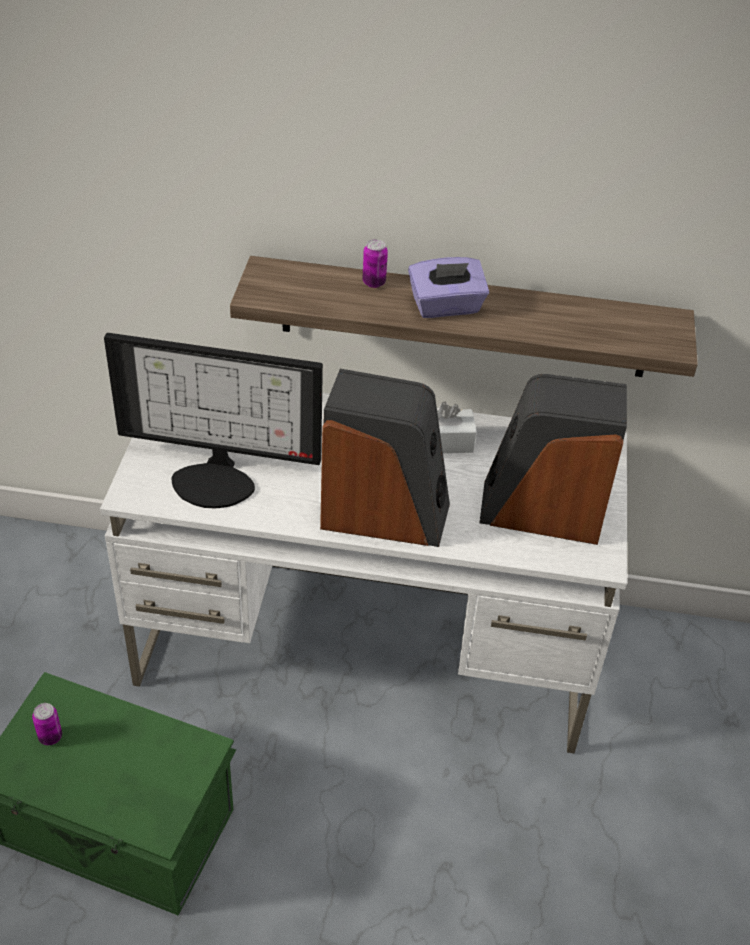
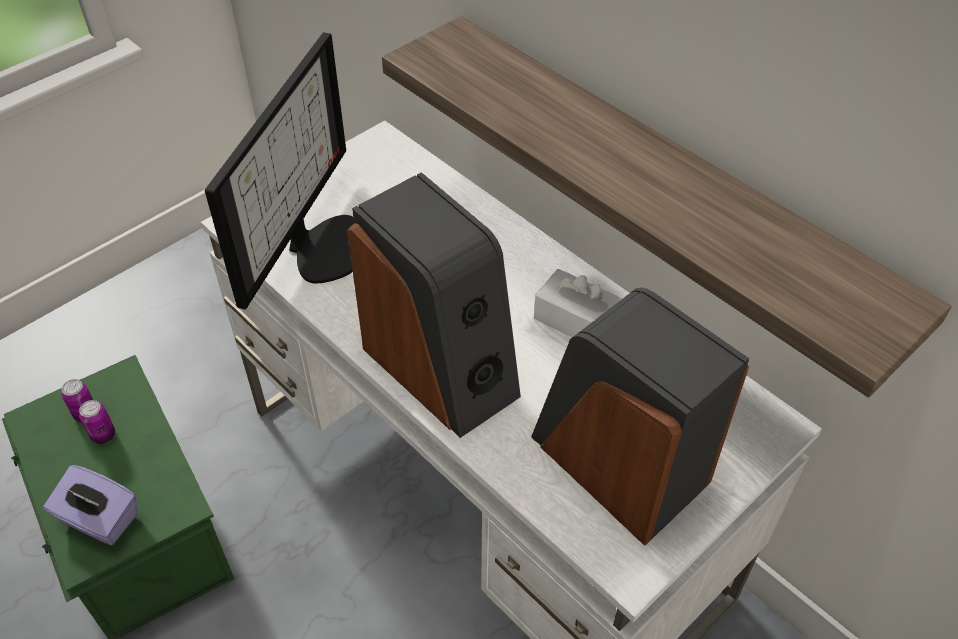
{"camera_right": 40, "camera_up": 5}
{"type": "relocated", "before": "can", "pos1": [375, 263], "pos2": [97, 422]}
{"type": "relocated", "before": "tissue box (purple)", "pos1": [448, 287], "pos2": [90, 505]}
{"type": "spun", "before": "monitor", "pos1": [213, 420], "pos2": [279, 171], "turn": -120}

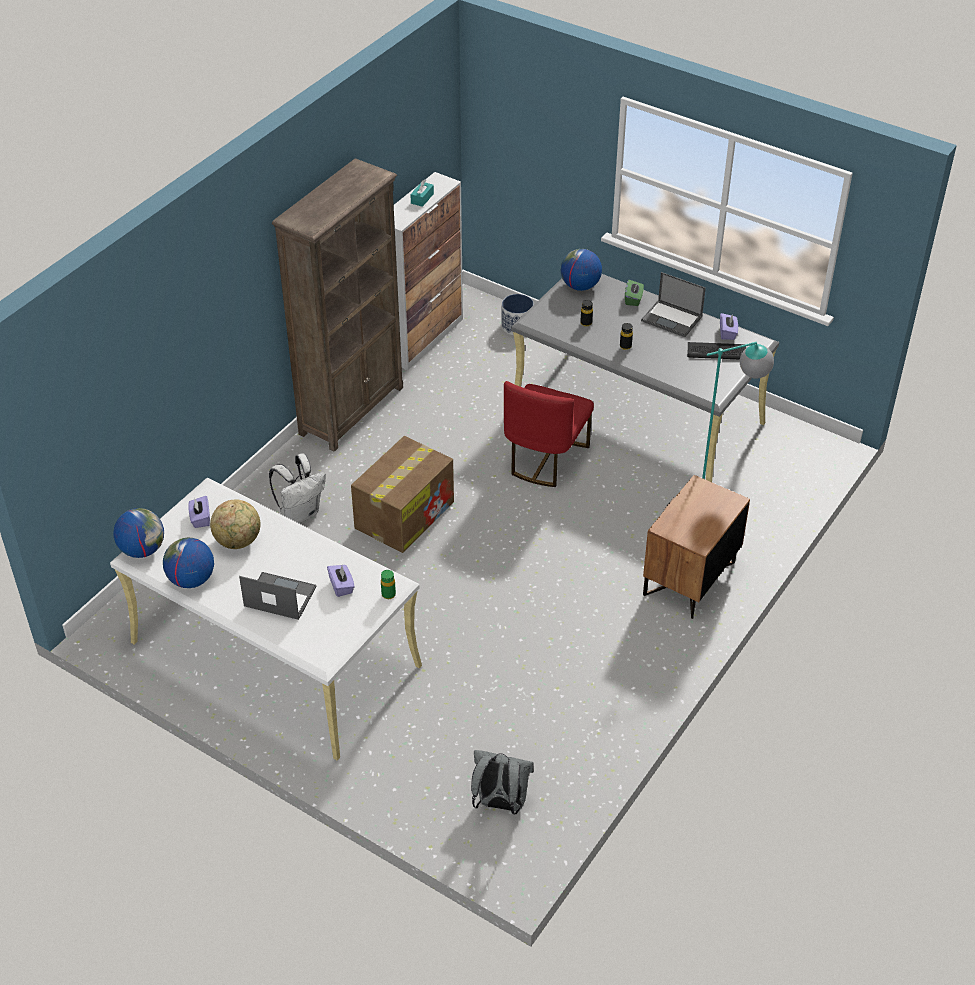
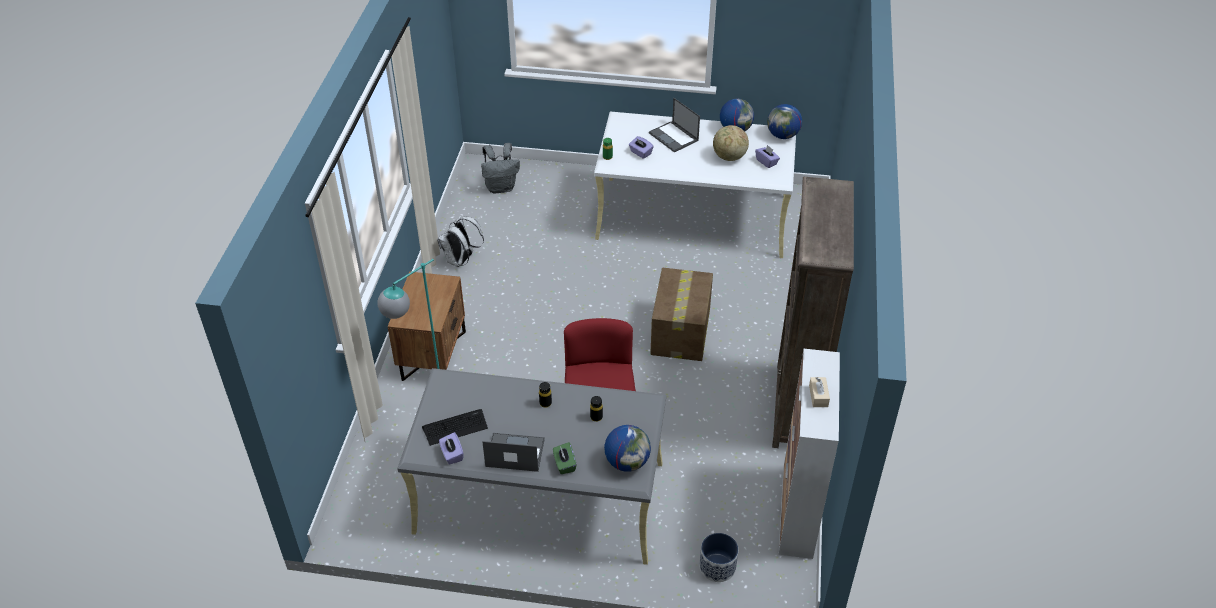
{"camera_right": 155, "camera_up": 0}
{"type": "relocated", "before": "backpack (white)", "pos1": [297, 488], "pos2": [460, 241]}
{"type": "colour", "before": "tissue box (turquoise)", "after": "tissue box (beige)", "pos1": [422, 193], "pos2": [819, 392]}
{"type": "spun", "before": "laptop", "pos1": [277, 596], "pos2": [674, 125], "turn": 60}

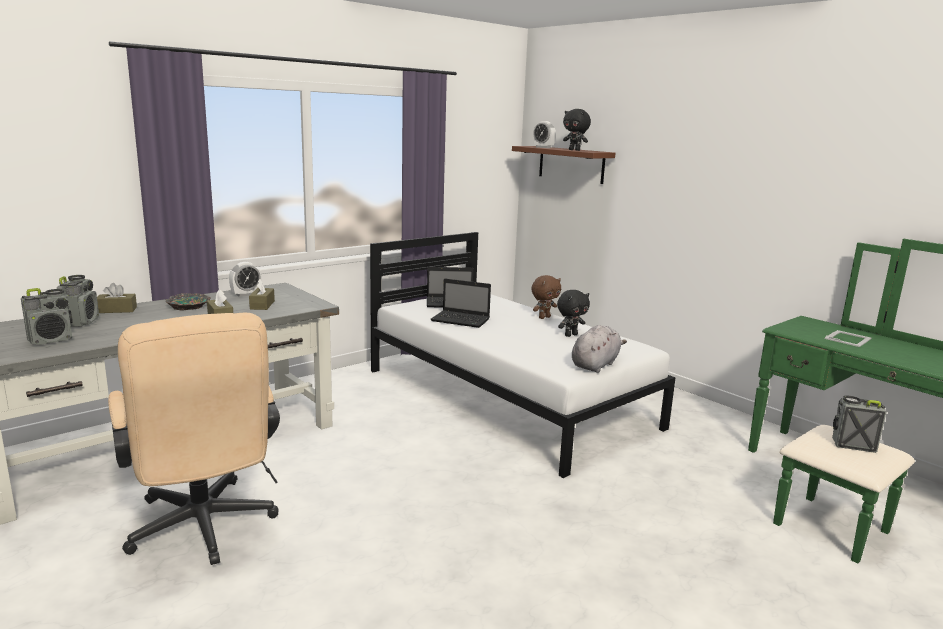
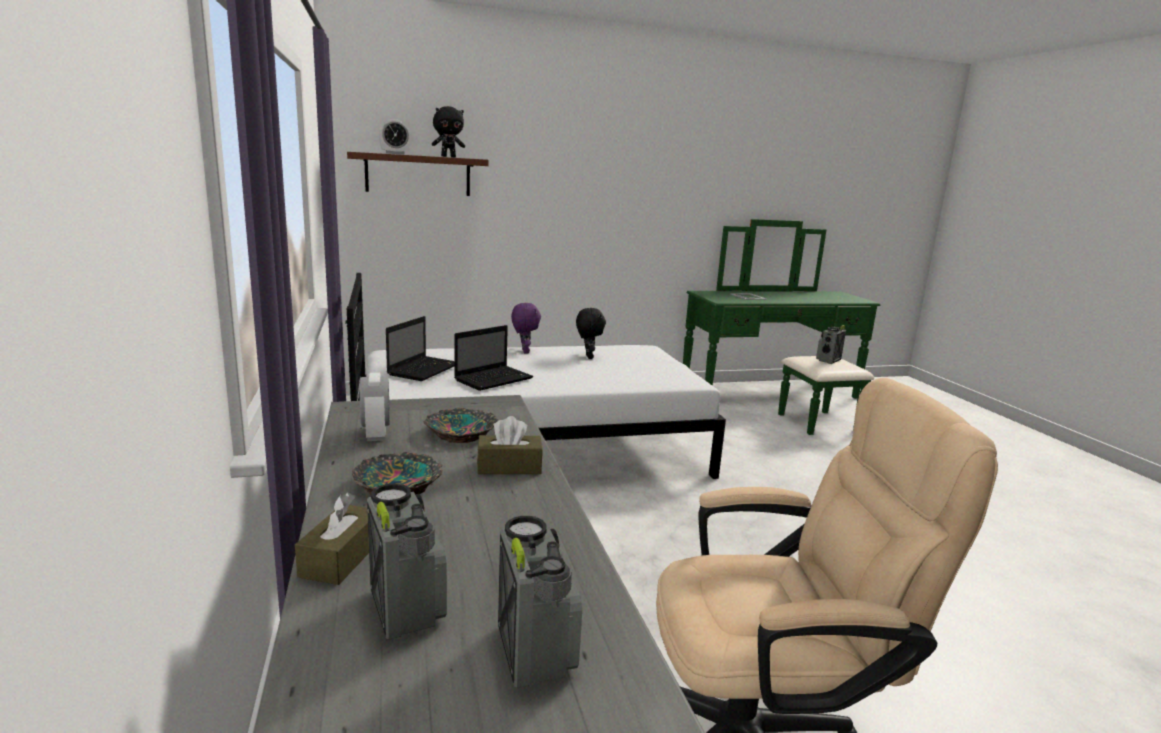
{"camera_right": -65, "camera_up": 0}
{"type": "missing", "before": "plush toy (grey)", "pos1": [599, 349]}
{"type": "exchanged", "before": "tissue box (brown)", "after": "bowl", "pos1": [262, 294], "pos2": [461, 425]}
{"type": "colour", "before": "plush toy (brown)", "after": "plush toy (purple)", "pos1": [546, 297], "pos2": [526, 328]}
{"type": "spun", "before": "radio", "pos1": [78, 301], "pos2": [407, 561], "turn": 45}

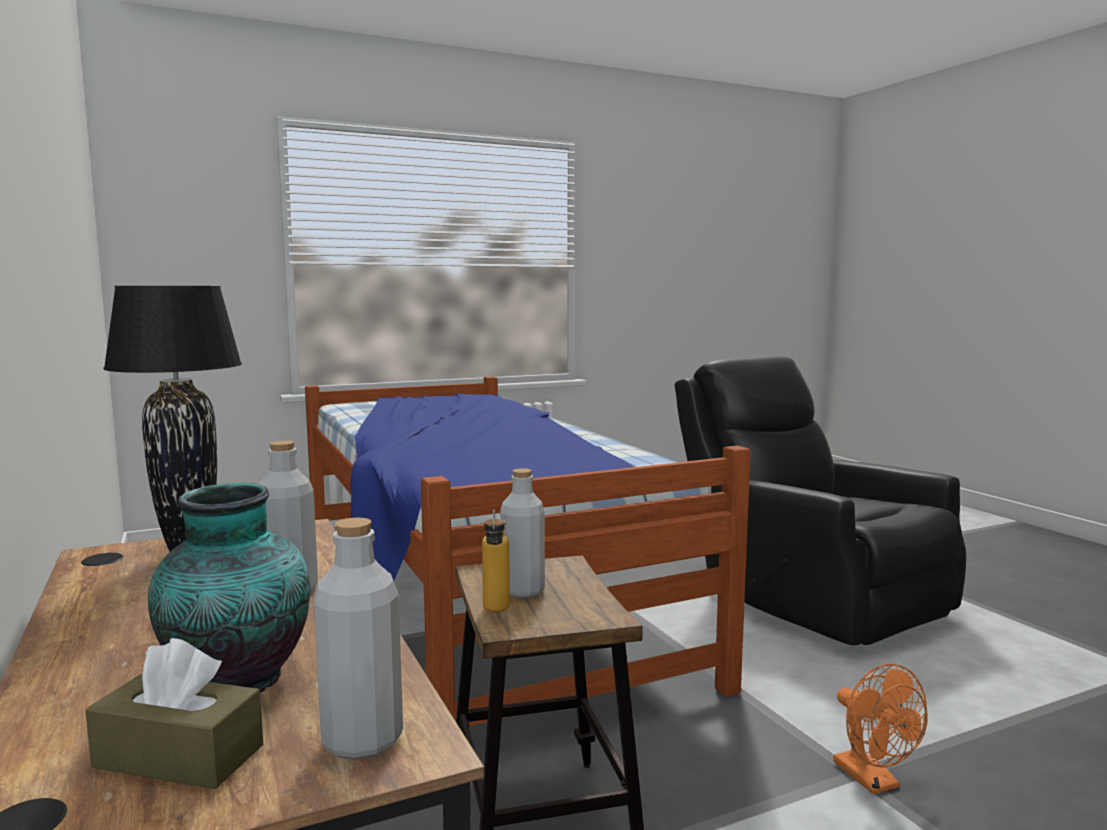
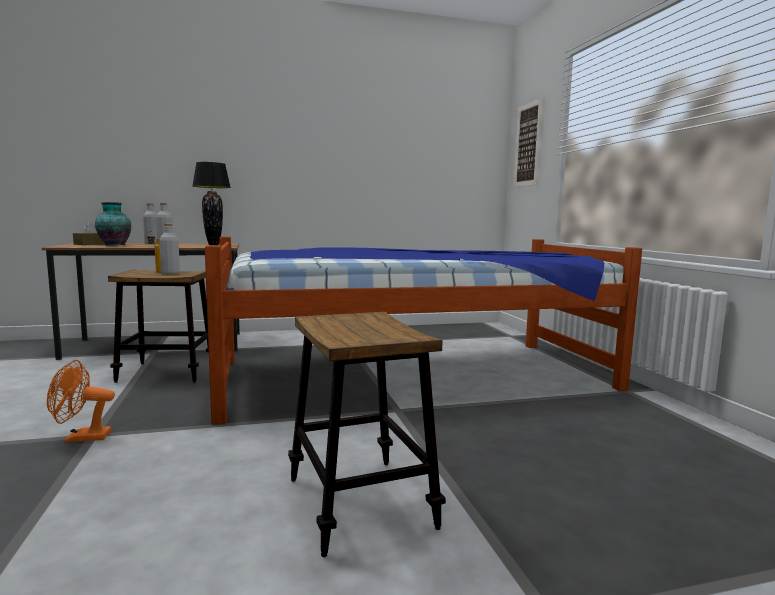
{"camera_right": 100, "camera_up": 0}
{"type": "appeared", "after": "picture", "pos2": [528, 142]}
{"type": "relocated", "before": "bottle (grey)", "pos1": [358, 638], "pos2": [150, 223]}
{"type": "exchanged", "before": "armchair (black)", "after": "stool", "pos1": [820, 500], "pos2": [367, 434]}

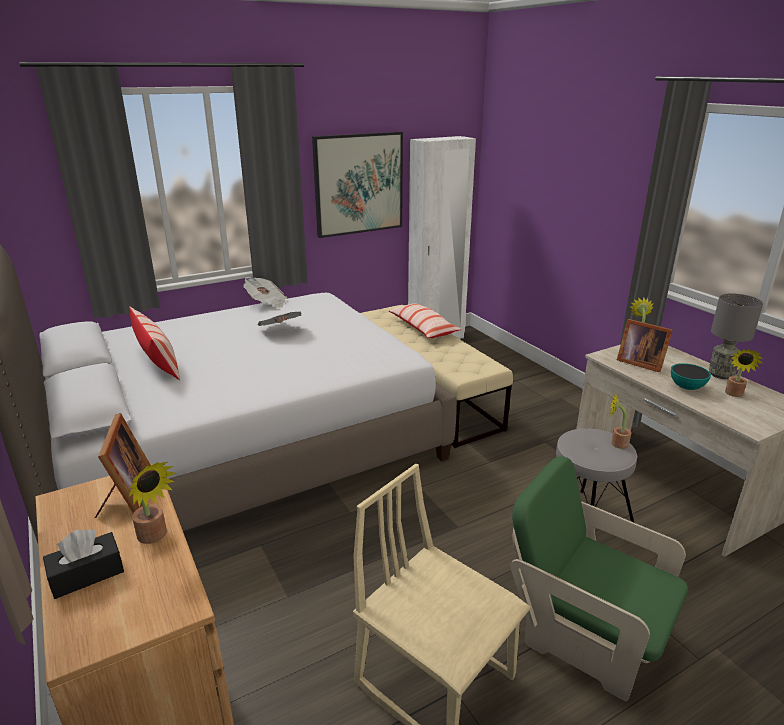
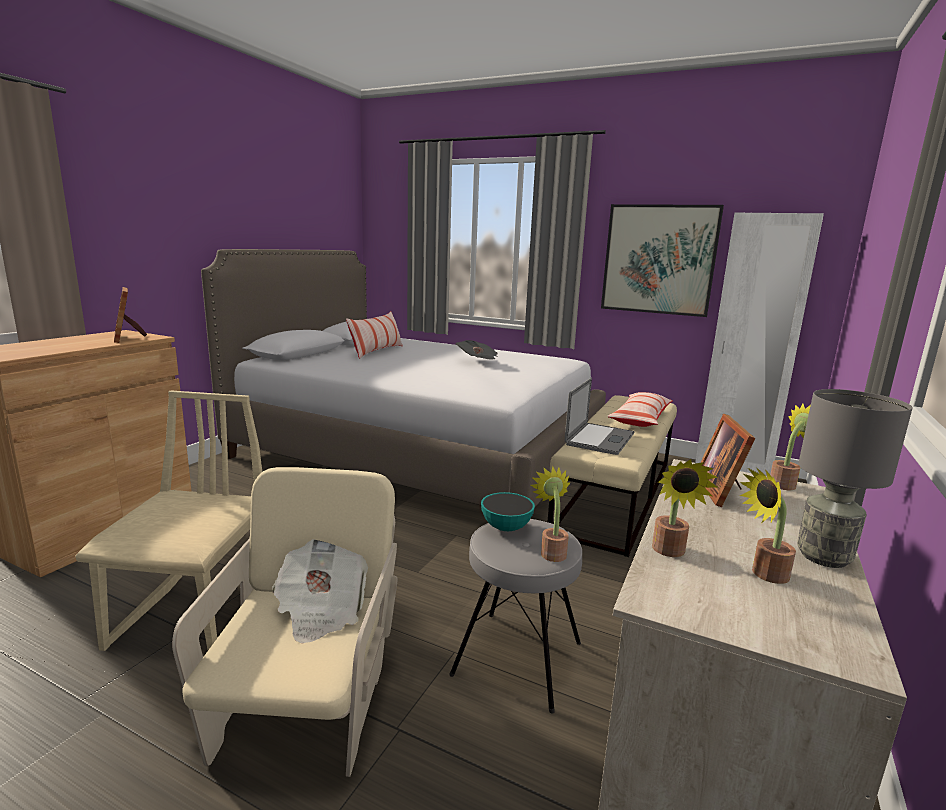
{"camera_right": 55, "camera_up": -10}
{"type": "missing", "before": "tissue box (black)", "pos1": [83, 564]}
{"type": "appeared", "after": "laptop", "pos2": [600, 416]}
{"type": "relocated", "before": "potted plant", "pos1": [152, 503], "pos2": [684, 508]}
{"type": "relocated", "before": "newspaper", "pos1": [265, 292], "pos2": [320, 591]}
{"type": "relocated", "before": "bowl", "pos1": [691, 376], "pos2": [508, 511]}
{"type": "colour", "before": "armchair (green)", "after": "armchair (beige)", "pos1": [599, 579], "pos2": [285, 622]}
{"type": "spun", "before": "picture frame", "pos1": [123, 465], "pos2": [130, 315], "turn": 105}

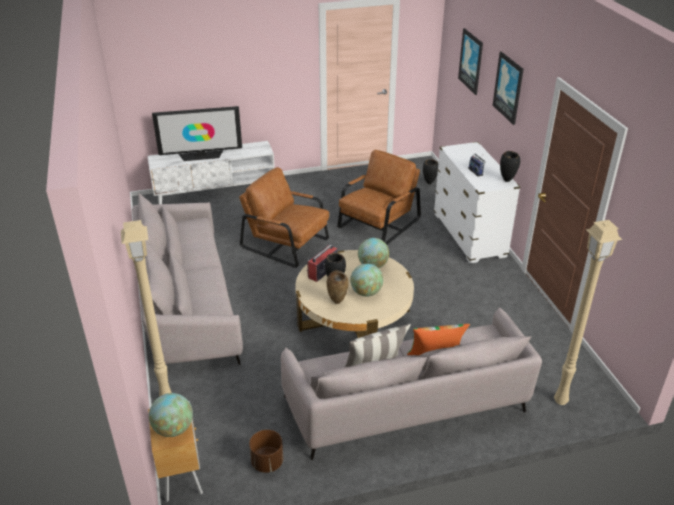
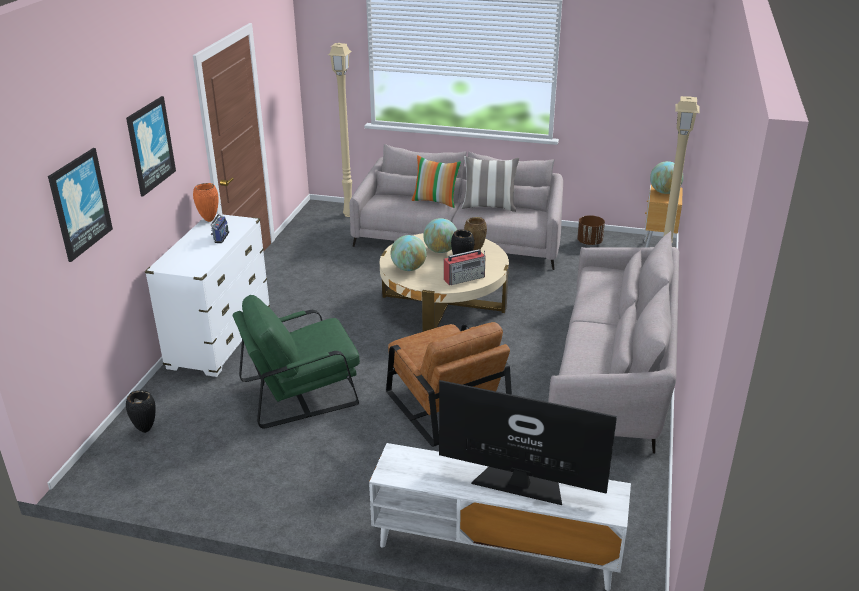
{"camera_right": -150, "camera_up": -5}
{"type": "colour", "before": "armchair (brown)", "after": "armchair (green)", "pos1": [379, 197], "pos2": [296, 362]}
{"type": "colour", "before": "vase (black)", "after": "vase (orange)", "pos1": [510, 166], "pos2": [206, 202]}

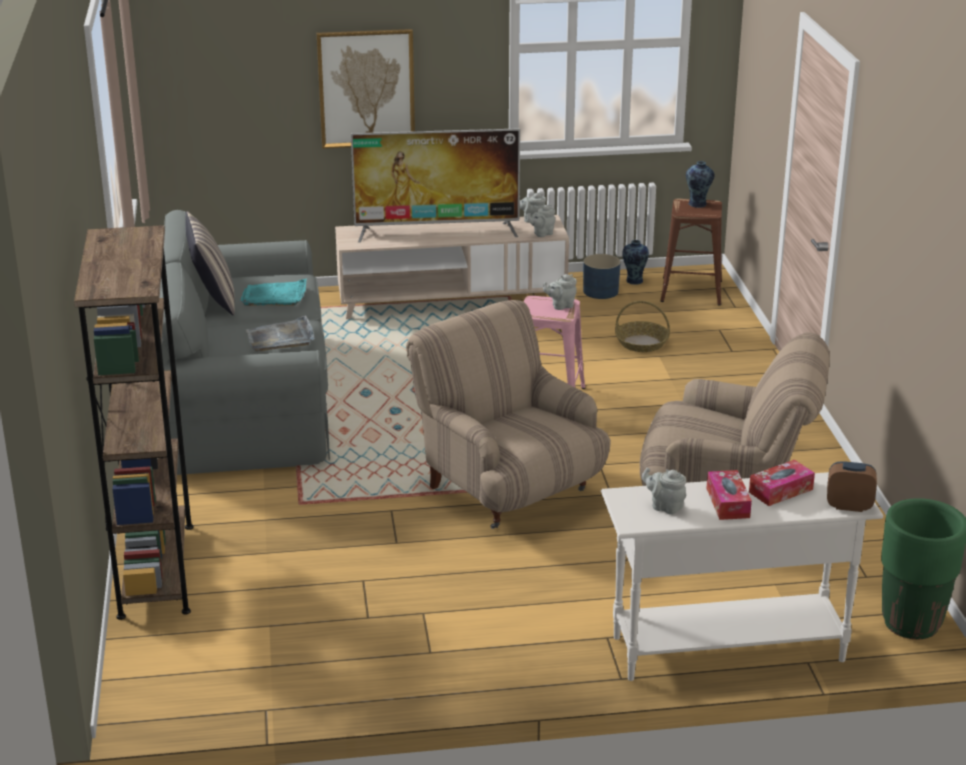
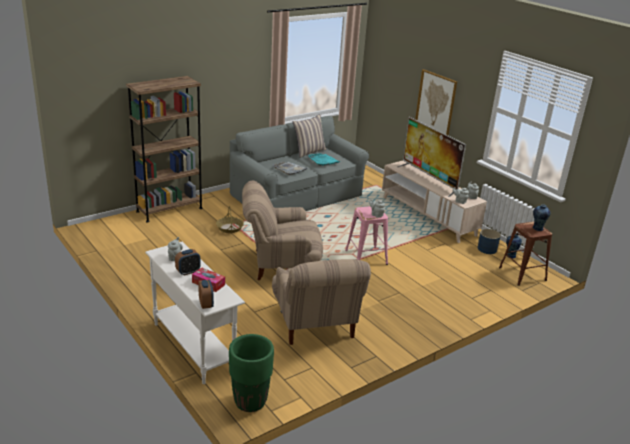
{"camera_right": 60, "camera_up": 0}
{"type": "relocated", "before": "basket", "pos1": [642, 326], "pos2": [230, 219]}
{"type": "exchanged", "before": "tissue box", "after": "alarm clock", "pos1": [729, 495], "pos2": [188, 262]}
{"type": "spun", "before": "armchair (beige)", "pos1": [508, 414], "pos2": [282, 230], "turn": -120}

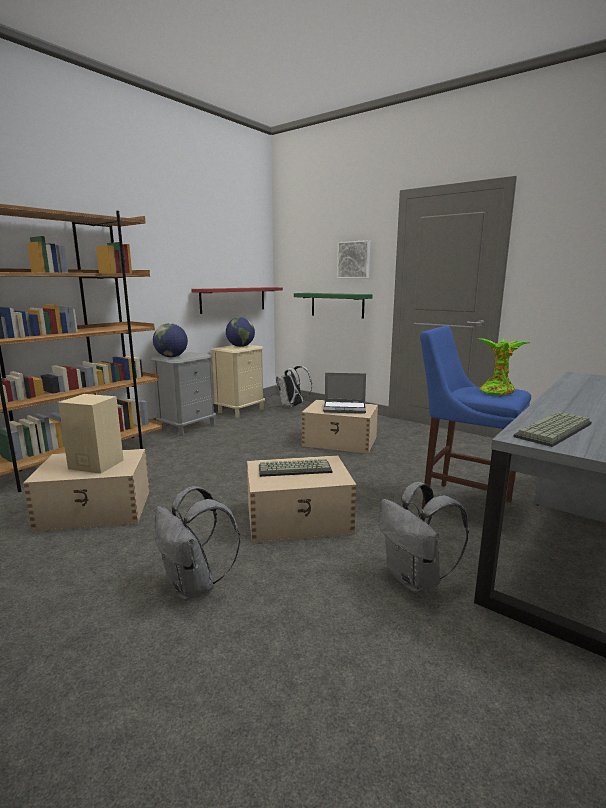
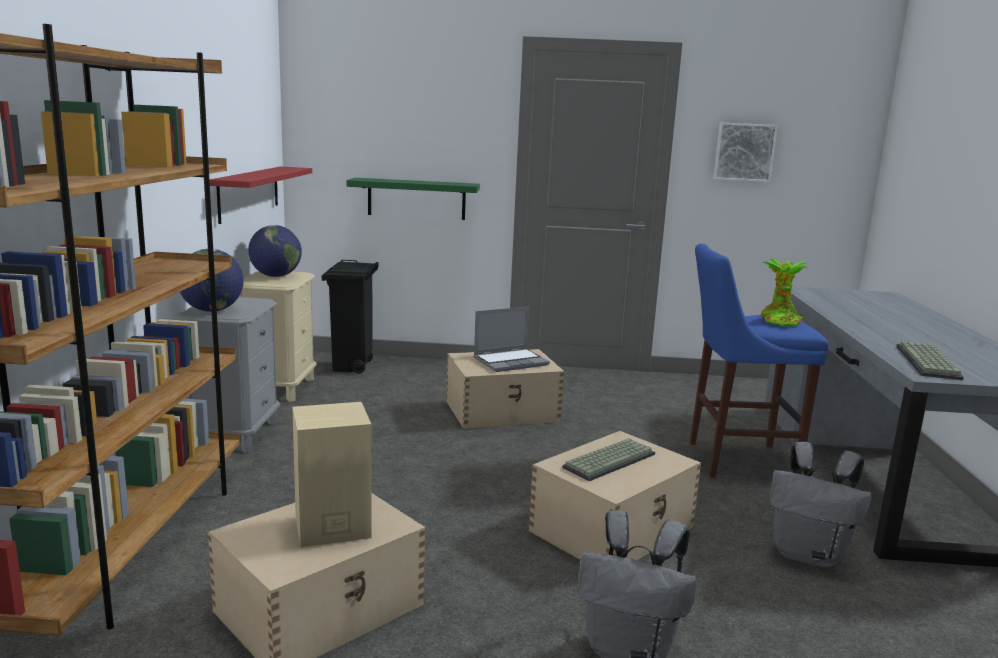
{"camera_right": -35, "camera_up": 0}
{"type": "relocated", "before": "picture", "pos1": [353, 259], "pos2": [745, 152]}
{"type": "exchanged", "before": "backpack (white)", "after": "trash can (black)", "pos1": [294, 386], "pos2": [350, 317]}

